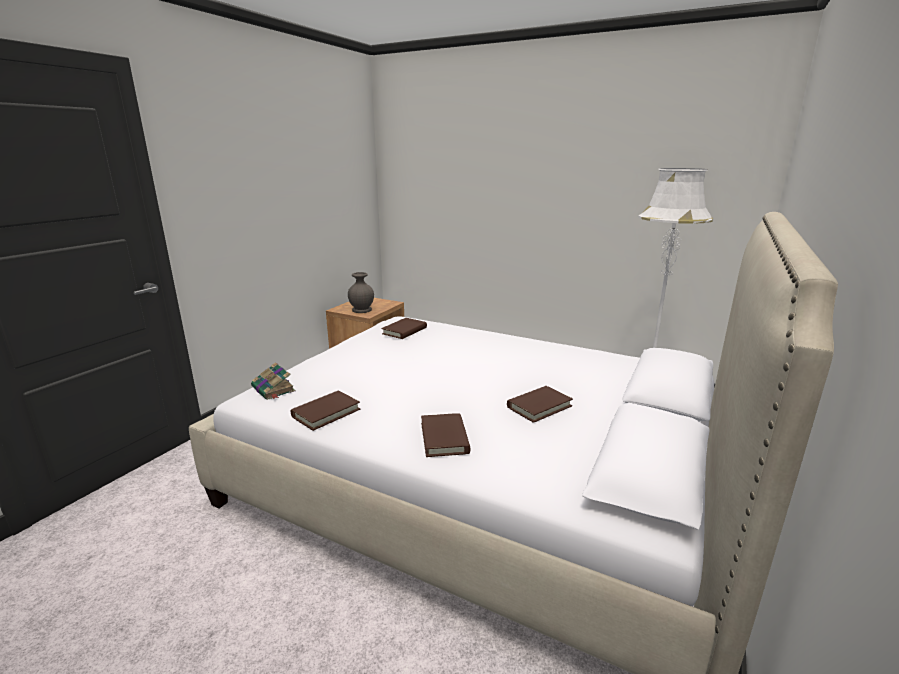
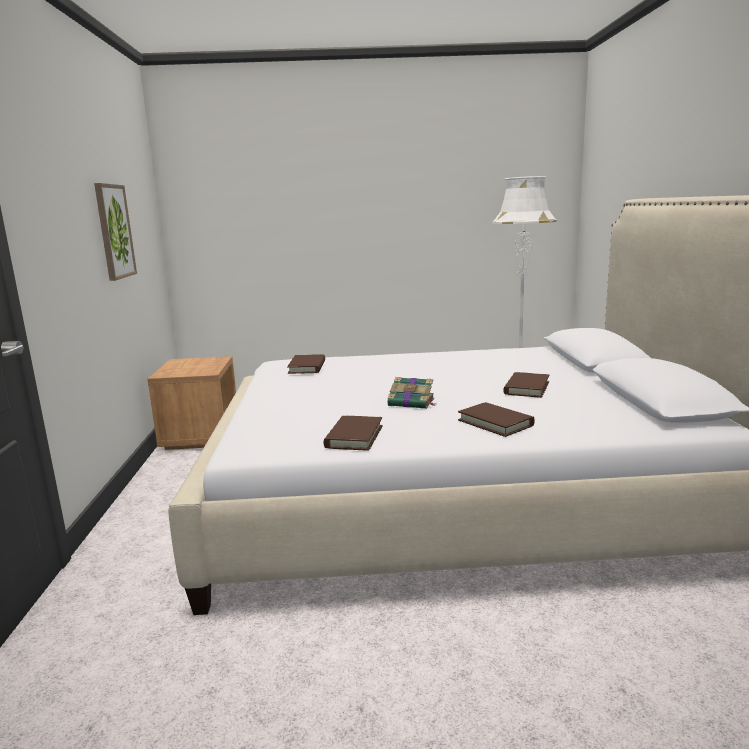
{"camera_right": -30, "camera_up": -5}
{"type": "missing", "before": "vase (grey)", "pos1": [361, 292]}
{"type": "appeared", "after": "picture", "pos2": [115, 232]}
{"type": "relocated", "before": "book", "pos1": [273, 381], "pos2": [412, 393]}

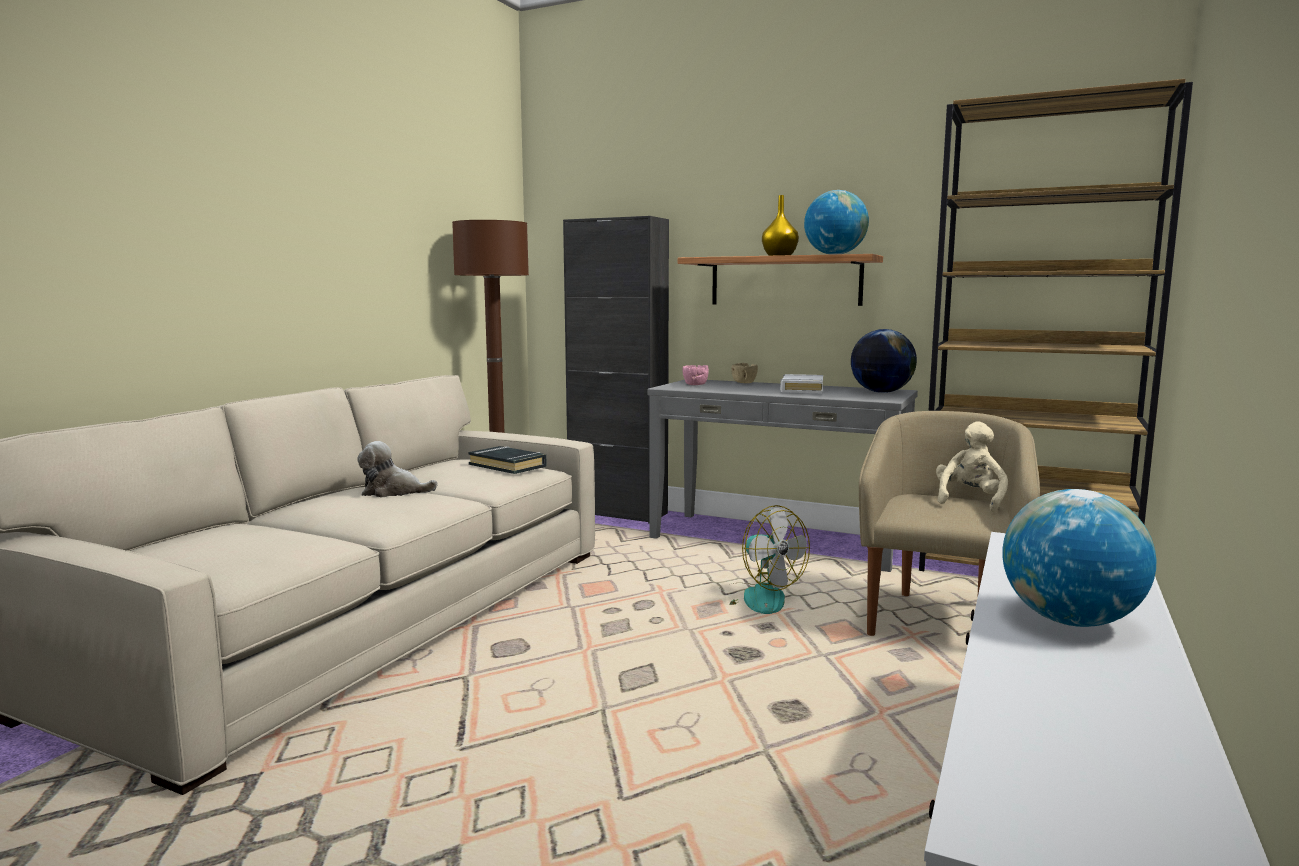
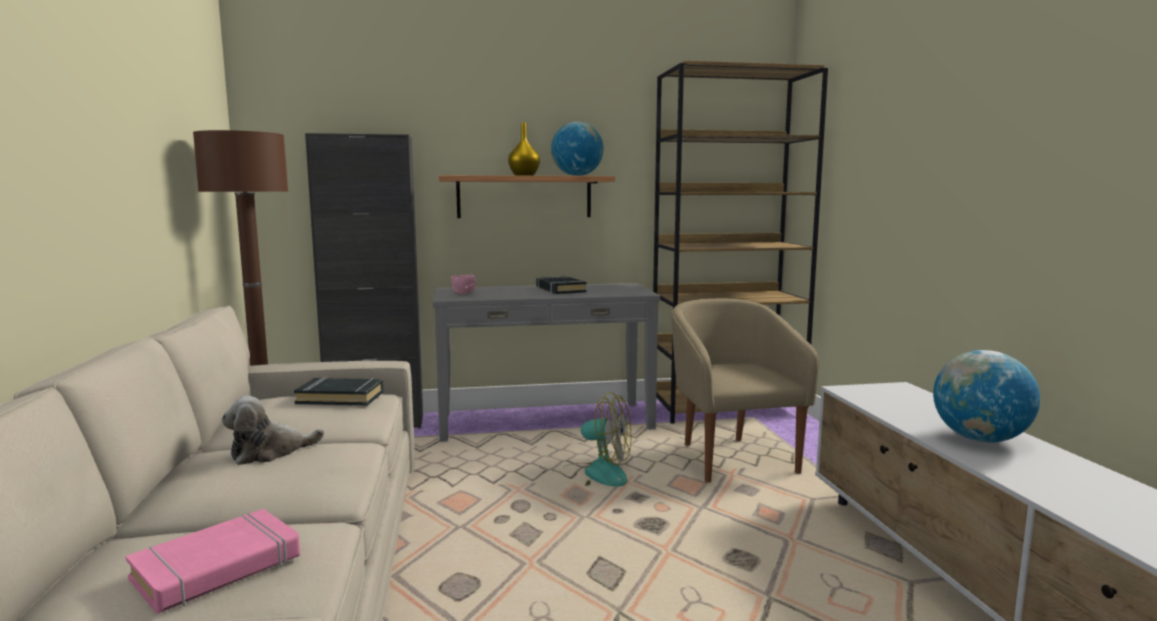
{"camera_right": -35, "camera_up": 0}
{"type": "missing", "before": "bowl (beige)", "pos1": [744, 373]}
{"type": "missing", "before": "globe", "pos1": [884, 361]}
{"type": "missing", "before": "plush toy (beige)", "pos1": [972, 466]}
{"type": "appeared", "after": "book (pink)", "pos2": [212, 561]}
{"type": "colour", "before": "book (white)", "after": "book (black)", "pos1": [801, 383], "pos2": [562, 285]}

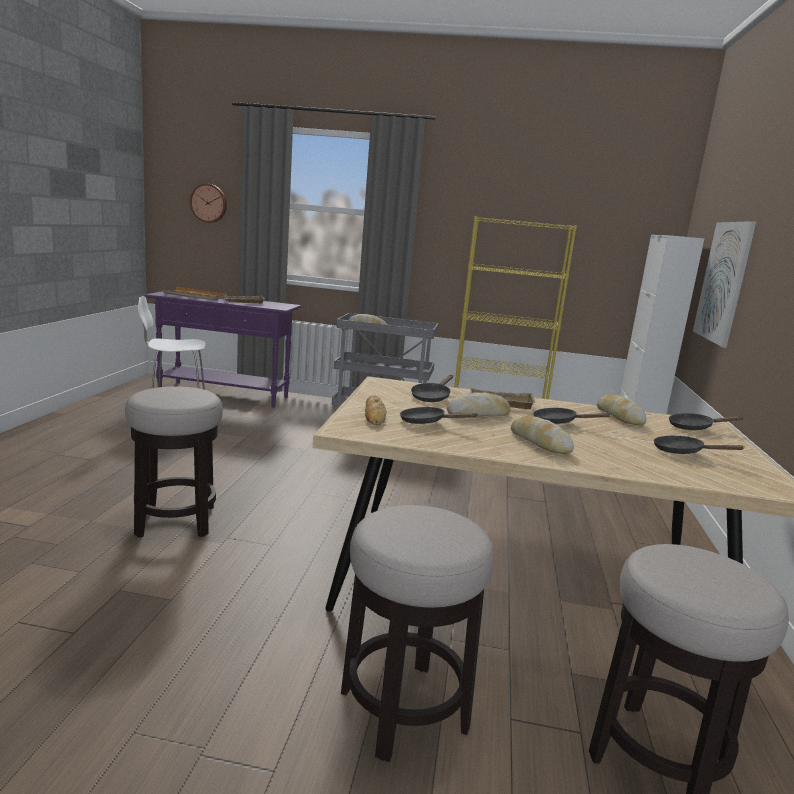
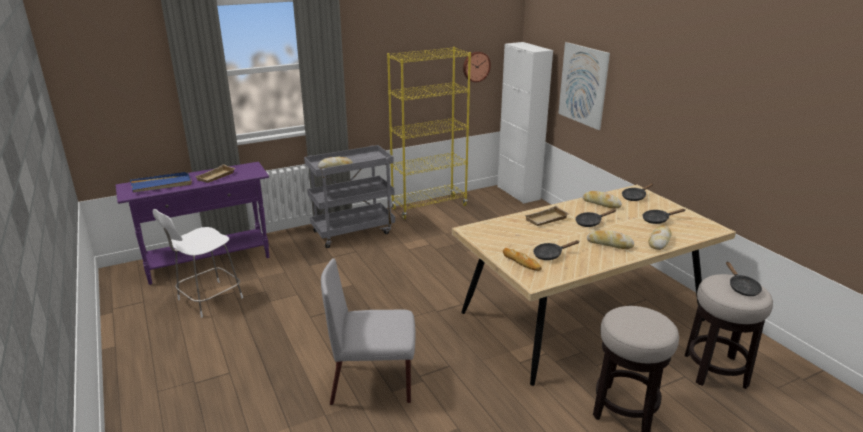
{"camera_right": -35, "camera_up": 10}
{"type": "relocated", "before": "wall clock", "pos1": [208, 203], "pos2": [477, 66]}
{"type": "relocated", "before": "frying pan (black)", "pos1": [432, 388], "pos2": [744, 279]}
{"type": "relocated", "before": "bread", "pos1": [479, 404], "pos2": [660, 237]}
{"type": "exchanged", "before": "stool", "after": "chair (grey)", "pos1": [174, 462], "pos2": [368, 331]}
{"type": "colour", "before": "tray (orange)", "after": "tray (blue)", "pos1": [194, 293], "pos2": [161, 182]}

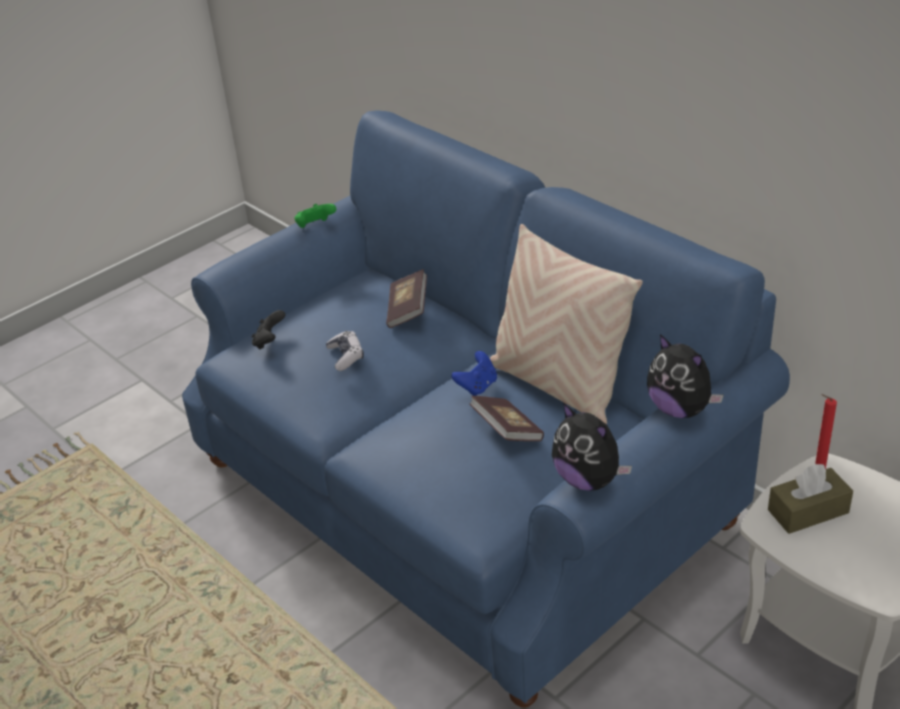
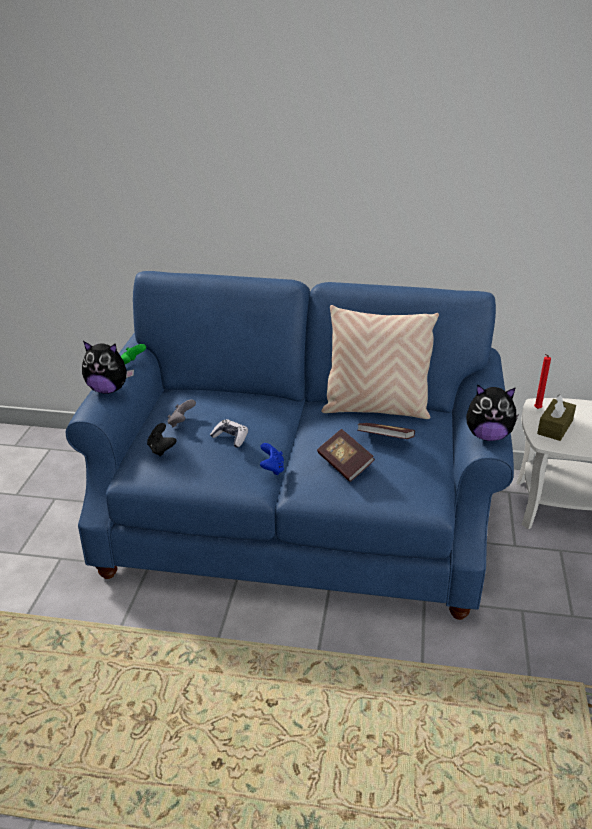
{"camera_right": -40, "camera_up": -5}
{"type": "appeared", "after": "game controller (grey)", "pos2": [182, 413]}
{"type": "relocated", "before": "book", "pos1": [406, 298], "pos2": [346, 455]}
{"type": "relocated", "before": "game controller (blue)", "pos1": [474, 373], "pos2": [272, 459]}
{"type": "relocated", "before": "plush toy", "pos1": [685, 376], "pos2": [108, 367]}

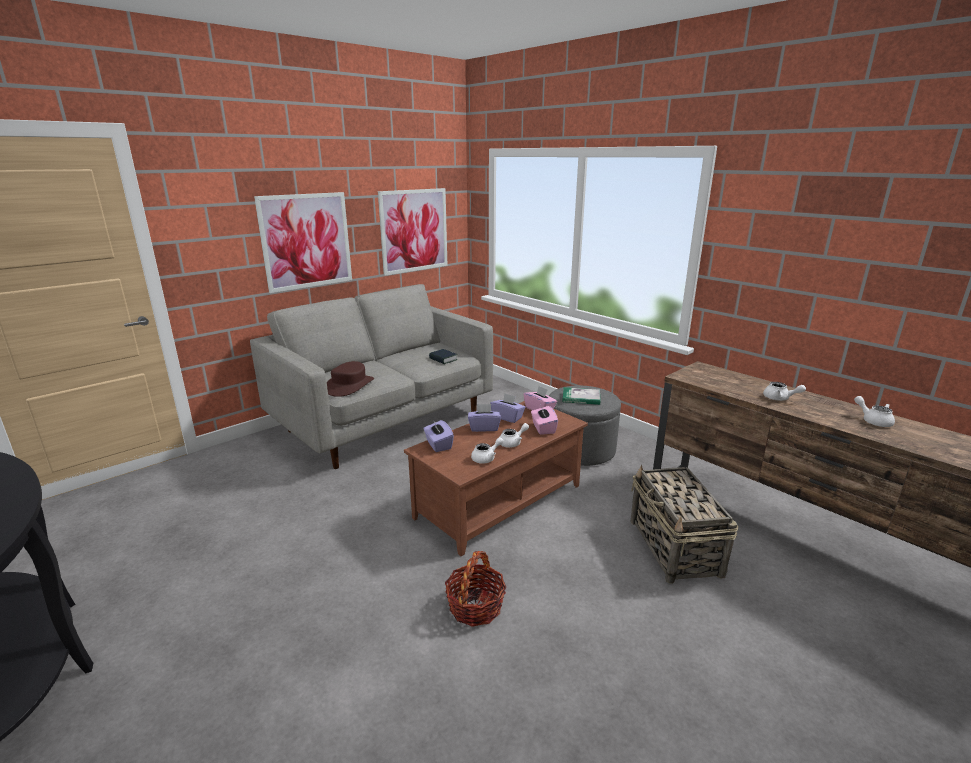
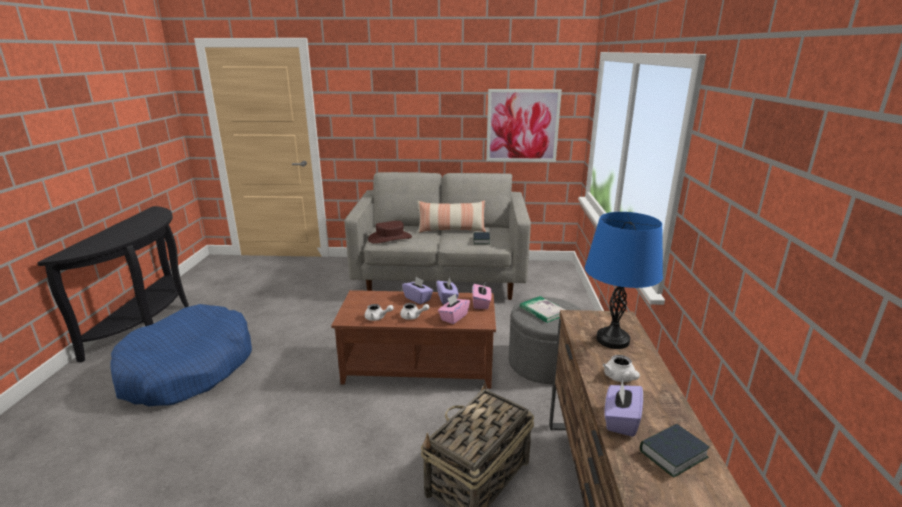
{"camera_right": 45, "camera_up": 0}
{"type": "missing", "before": "picture", "pos1": [303, 242]}
{"type": "missing", "before": "basket", "pos1": [476, 589]}
{"type": "appeared", "after": "dog bed (blue)", "pos2": [181, 355]}
{"type": "appeared", "after": "pillow", "pos2": [451, 217]}
{"type": "appeared", "after": "table lamp (blue)", "pos2": [624, 280]}
{"type": "relocated", "before": "tissue box (purple)", "pos1": [438, 436], "pos2": [623, 408]}
{"type": "exchanged", "before": "teapot (white)", "after": "book", "pos1": [874, 411], "pos2": [675, 450]}

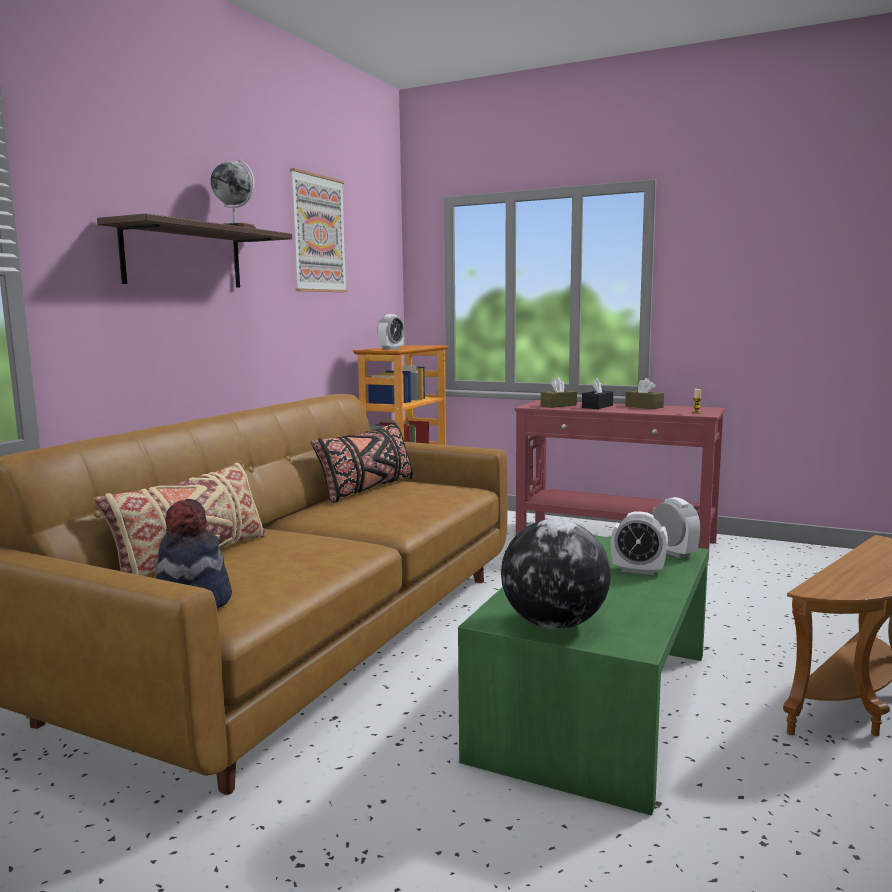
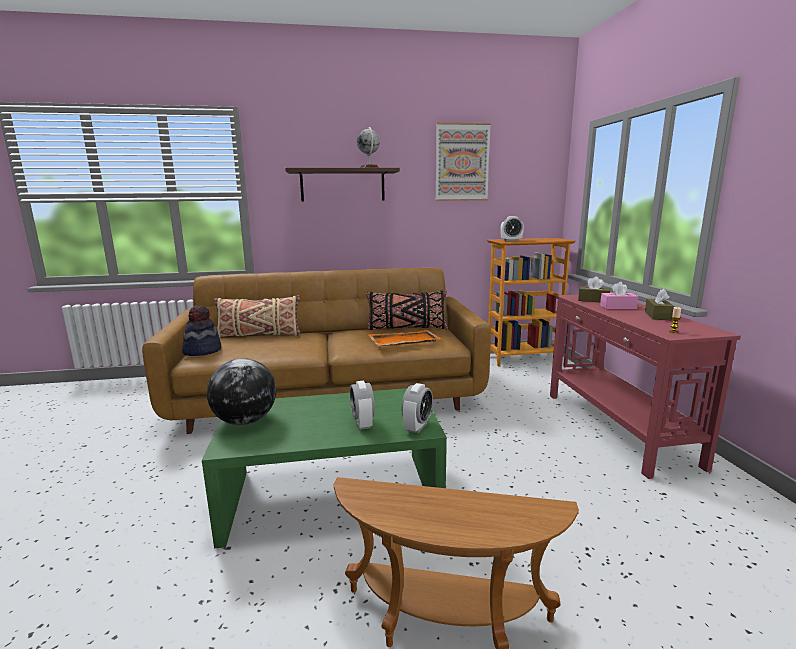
{"camera_right": 55, "camera_up": 5}
{"type": "appeared", "after": "tray (orange)", "pos2": [404, 338]}
{"type": "colour", "before": "tissue box (black)", "after": "tissue box (pink)", "pos1": [597, 393], "pos2": [619, 295]}

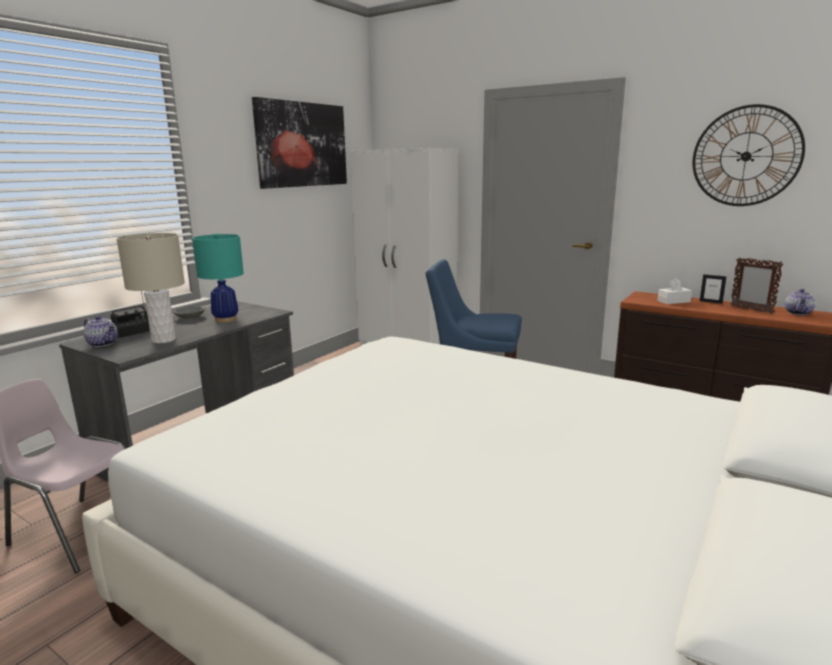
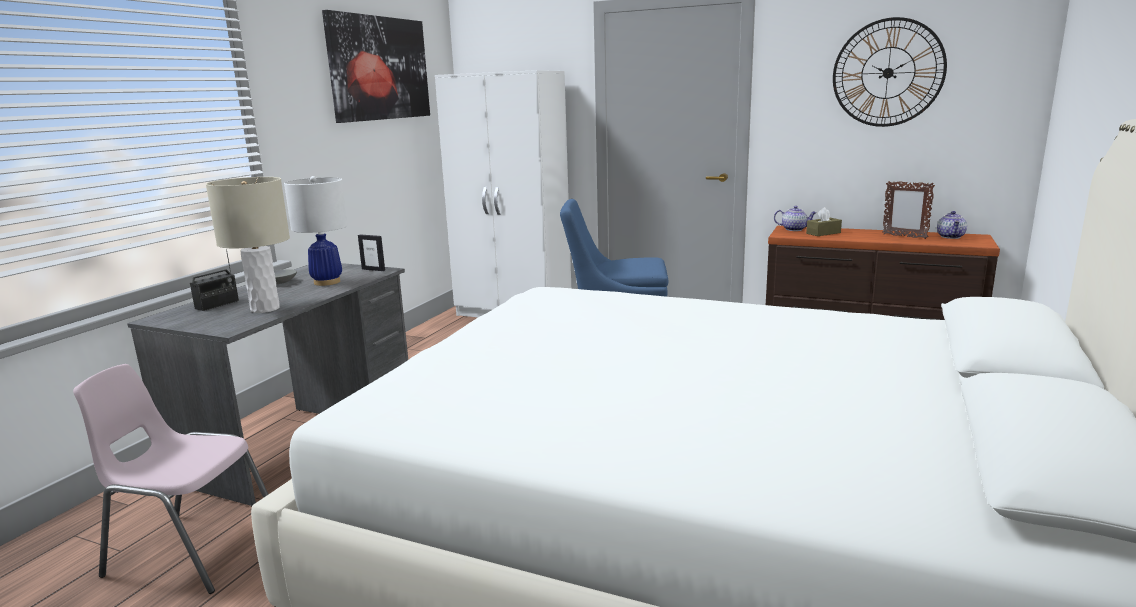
{"camera_right": -10, "camera_up": 0}
{"type": "relocated", "before": "teapot", "pos1": [100, 331], "pos2": [795, 218]}
{"type": "relocated", "before": "picture frame", "pos1": [713, 289], "pos2": [371, 252]}
{"type": "colour", "before": "table lamp (turquoise)", "after": "table lamp (white)", "pos1": [218, 278], "pos2": [316, 231]}
{"type": "colour", "before": "tissue box (white)", "after": "tissue box (brown)", "pos1": [674, 291], "pos2": [824, 221]}

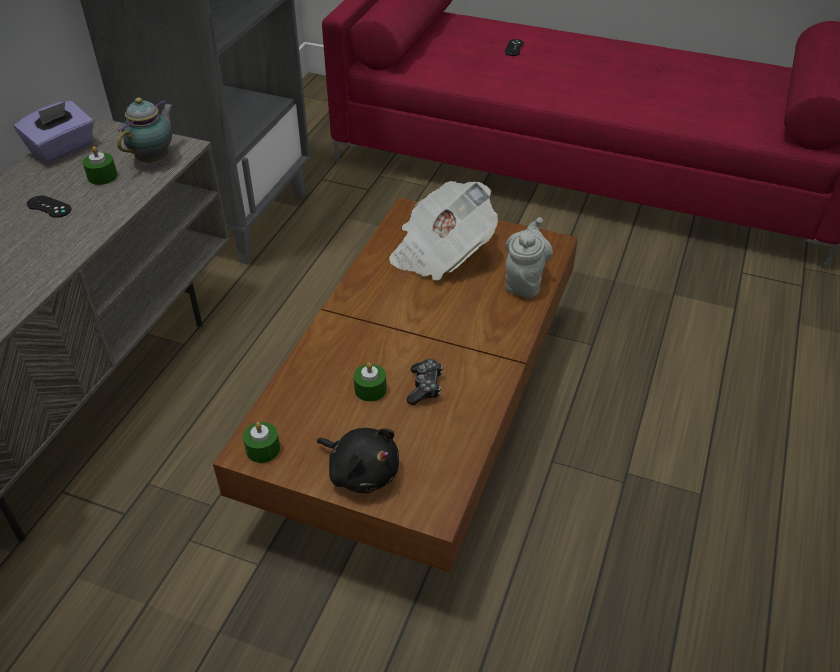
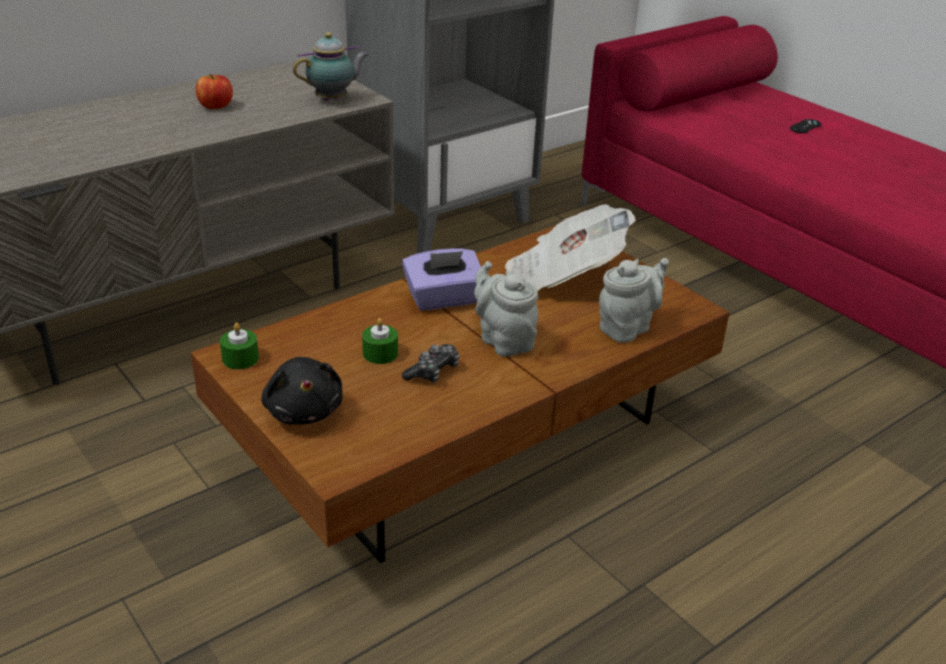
{"camera_right": 30, "camera_up": -10}
{"type": "missing", "before": "candle (green)", "pos1": [100, 165]}
{"type": "appeared", "after": "teapot (grey)", "pos2": [506, 309]}
{"type": "relocated", "before": "tissue box (purple)", "pos1": [54, 132], "pos2": [441, 279]}
{"type": "exchanged", "before": "game controller (black)", "after": "apple", "pos1": [49, 207], "pos2": [214, 91]}

